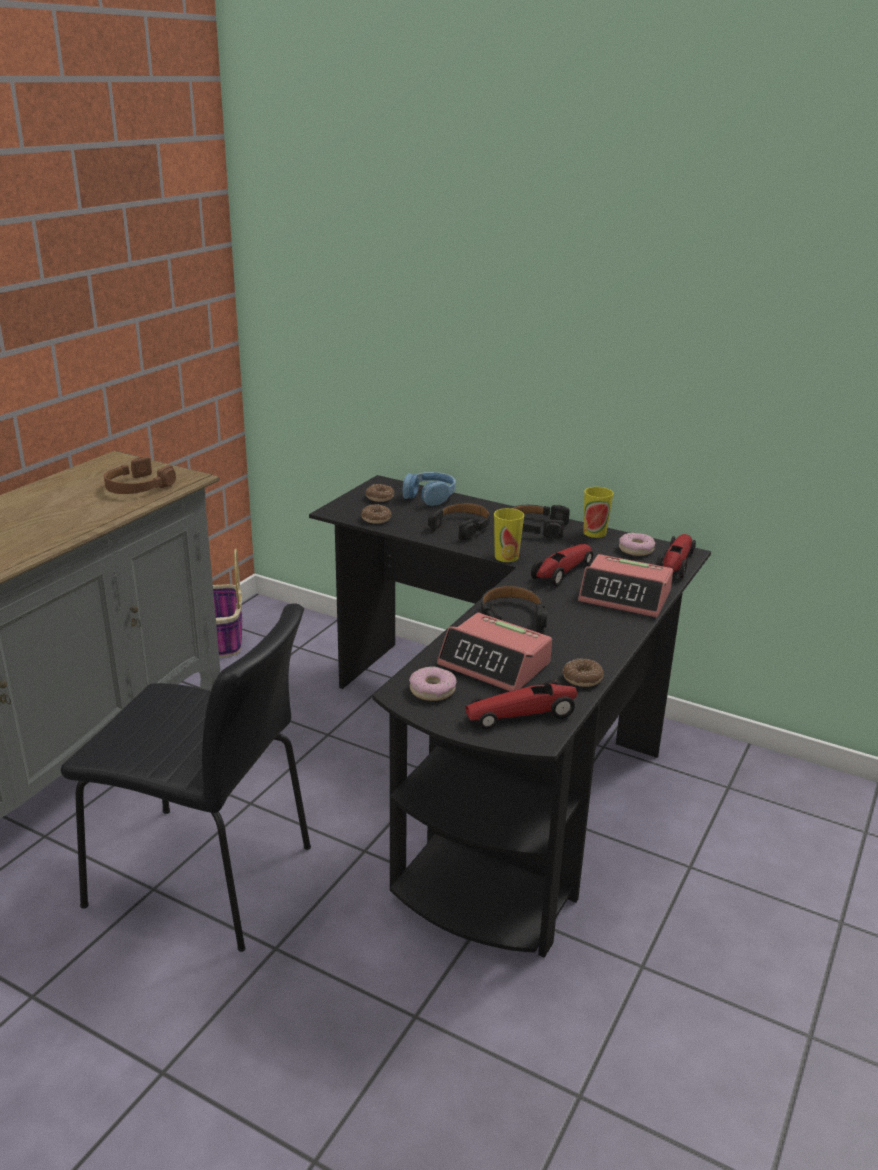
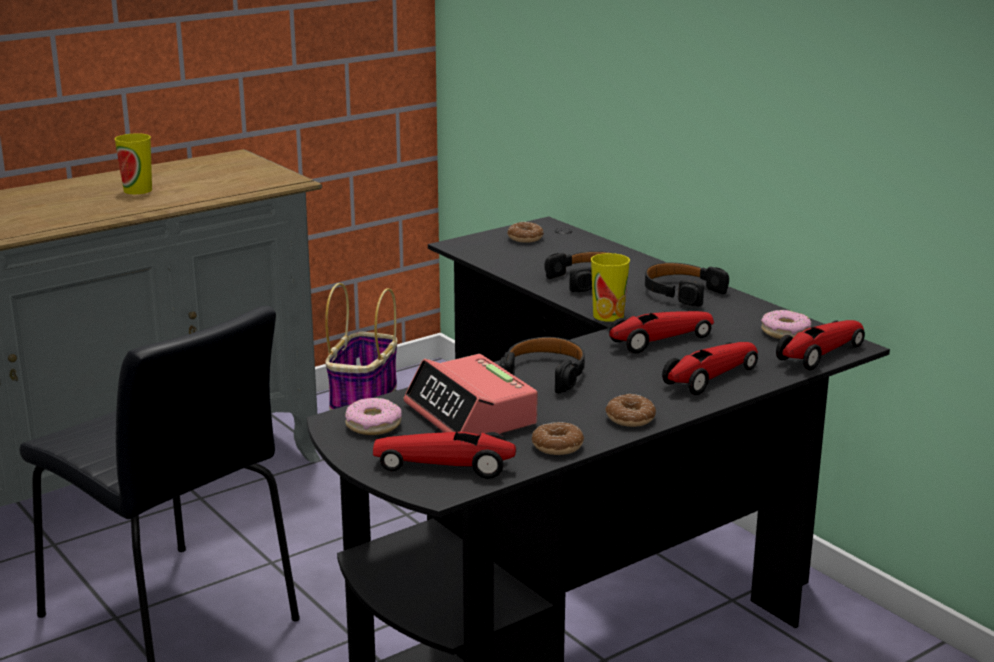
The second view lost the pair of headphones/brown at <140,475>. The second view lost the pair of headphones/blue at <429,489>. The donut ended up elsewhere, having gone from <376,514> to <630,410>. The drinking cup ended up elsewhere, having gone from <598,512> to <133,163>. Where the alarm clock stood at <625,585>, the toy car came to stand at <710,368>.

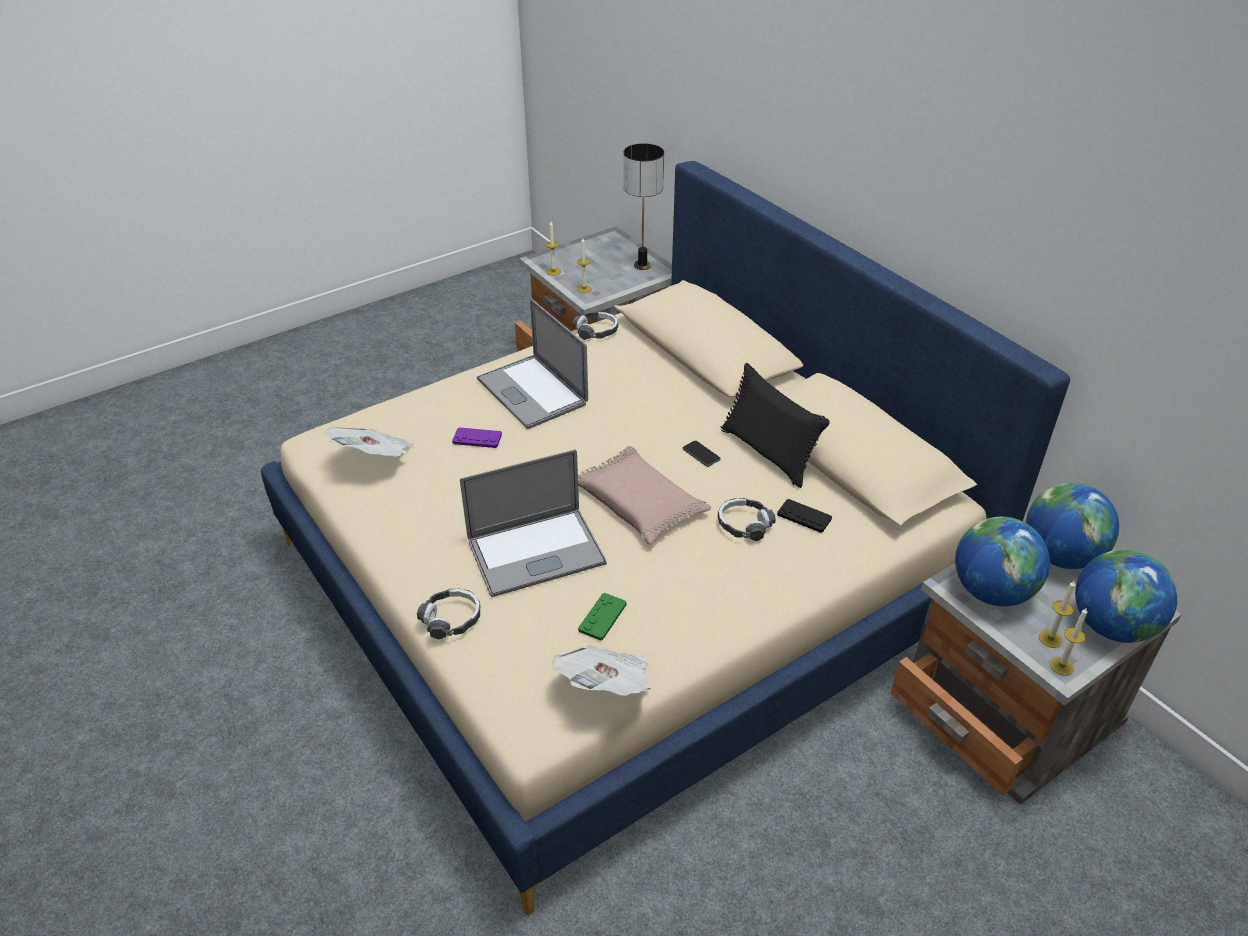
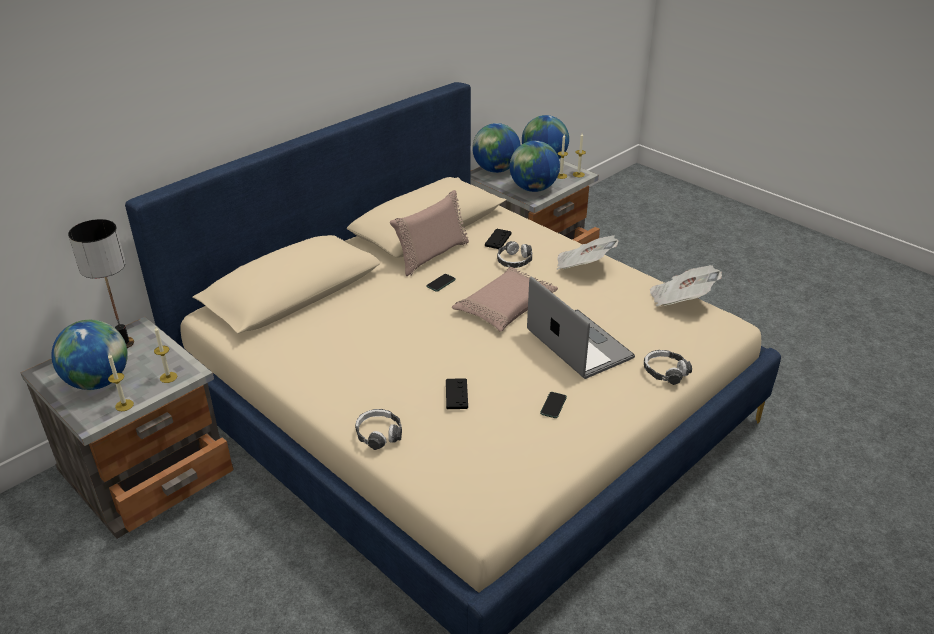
The second view lost the laptop at <532,364>. The second view lost the joypad/green at <602,617>. The second view gained the globe at <89,355>. The second view gained the telephone at <553,405>. The printed paper ended up elsewhere, having gone from <370,442> to <587,252>. The pair of headphones ended up elsewhere, having gone from <596,326> to <378,429>. What was the joypad/purple-coloured at <477,437> turned into the joypad/blackish at <457,393>. What was the cushion/blackish at <775,425> turned into the cushion/beige at <429,233>.

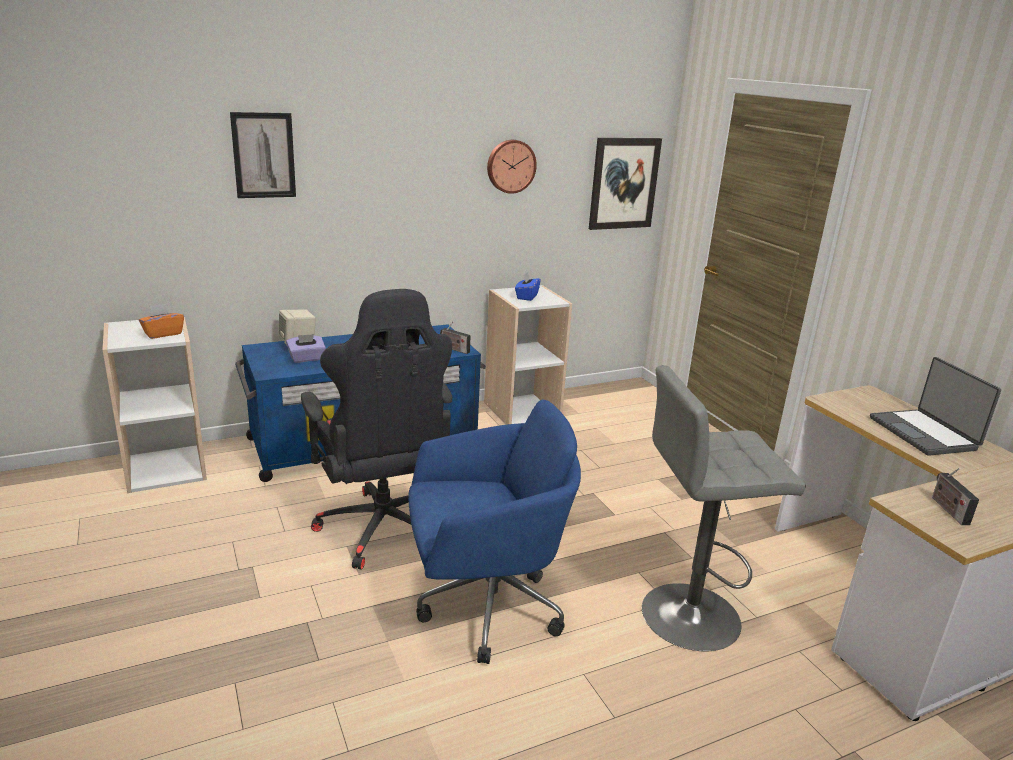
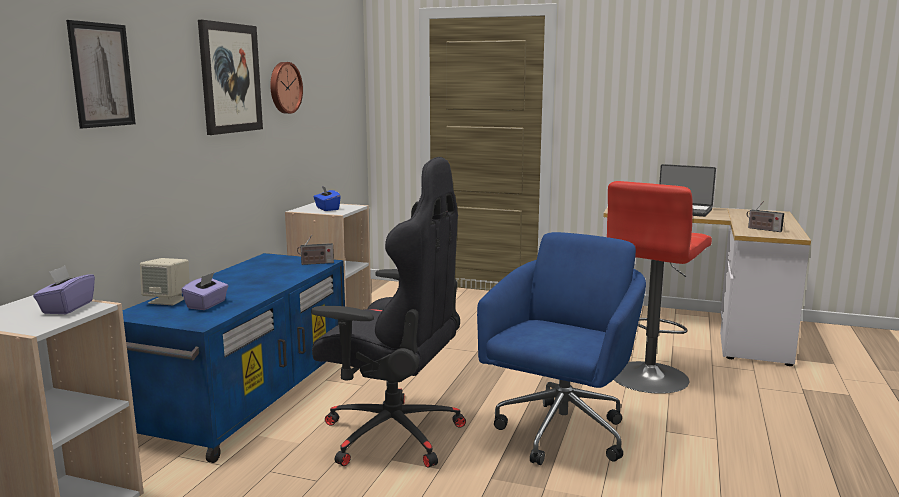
The wall art ended up elsewhere, having gone from <625,184> to <230,77>. What was the tissue holder/orangey at <161,321> turned into the tissue holder/purple-coloured at <64,290>. What was the stool seat/greyish at <724,508> turned into the stool seat/red-coloured at <659,287>.

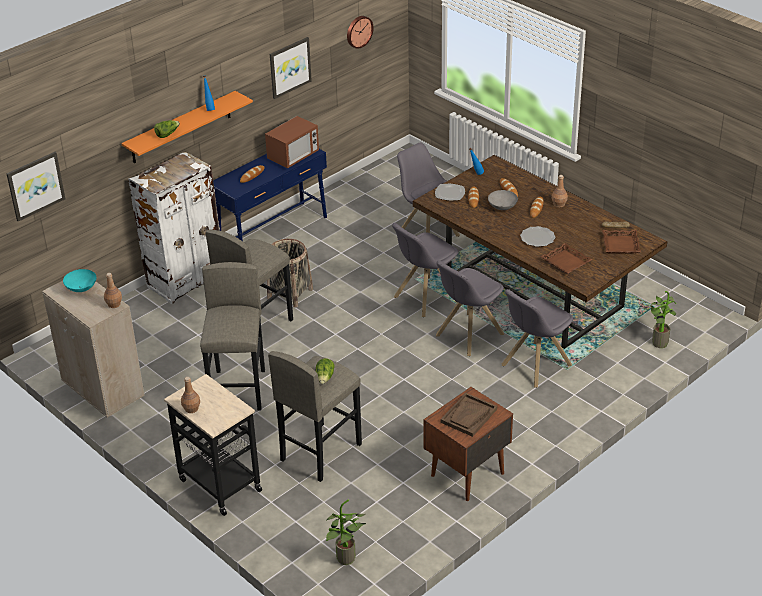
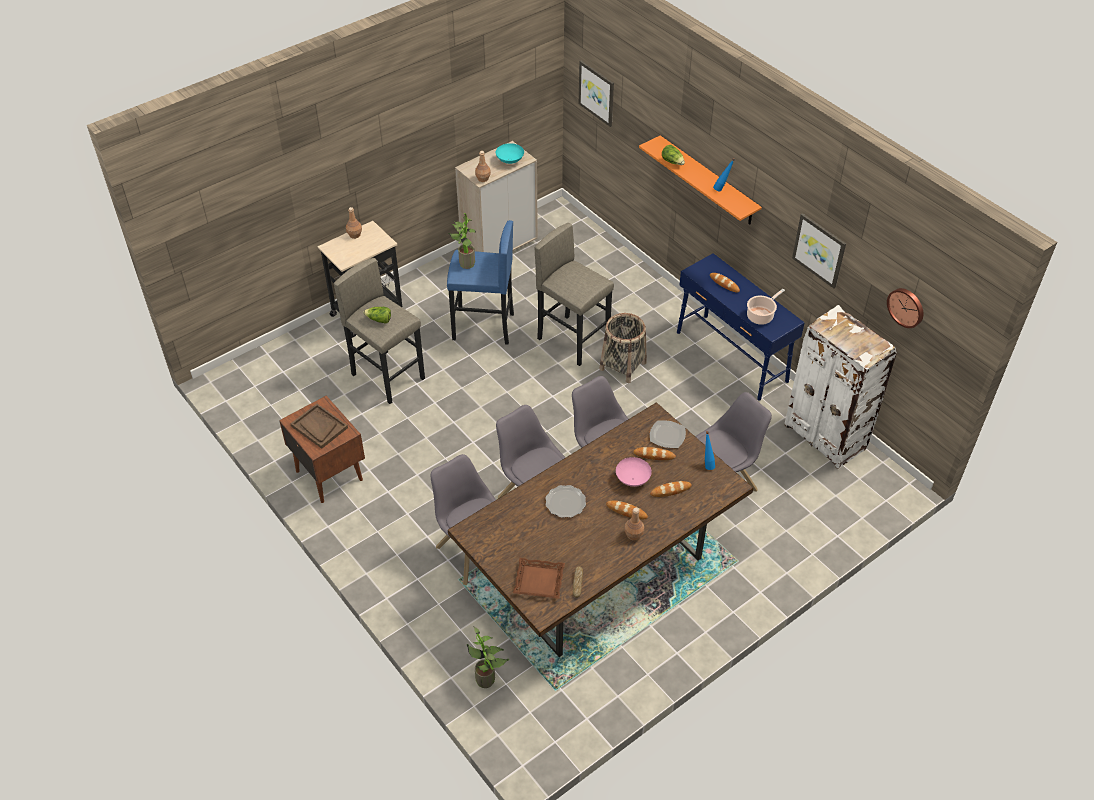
The second view lost the carrying tray/brown at <566,258>. The storage cabinet/white ended up elsewhere, having gone from <174,228> to <841,387>. The houseplant ended up elsewhere, having gone from <346,532> to <462,241>. Where the microwave oven stood at <292,142>, the saucepot came to stand at <766,307>. What was the stool seat/greyish at <232,336> turned into the stool seat/blue at <480,282>. What was the serving bowl/greyish at <503,200> turned into the serving bowl/pinkish at <634,472>.

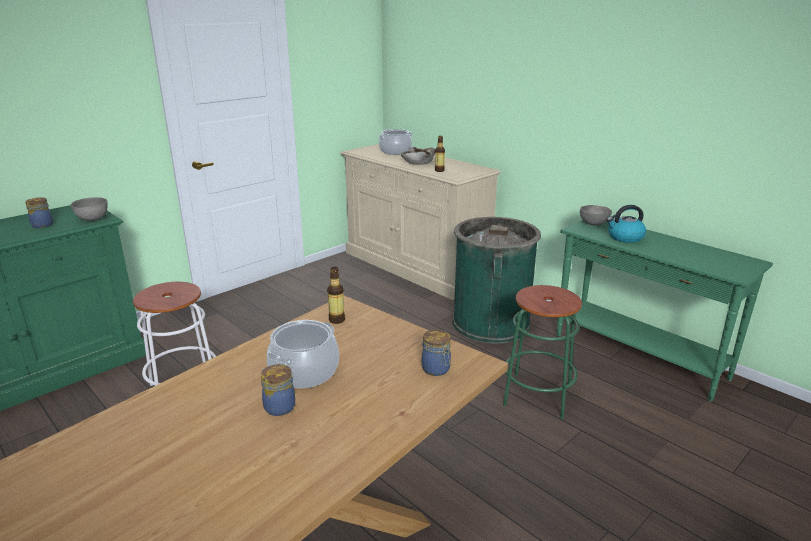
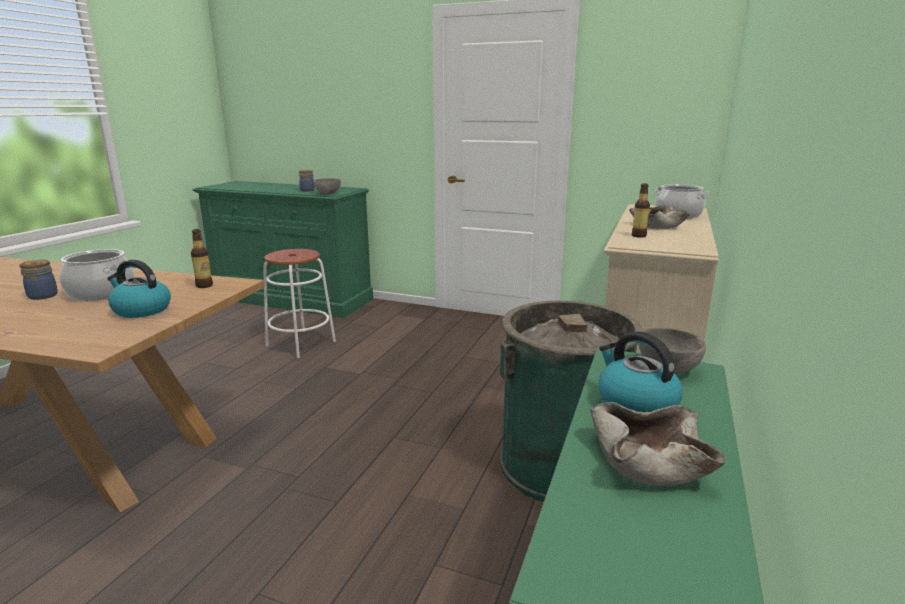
The second view lost the storage jar at <436,353>. The second view lost the stool seat/green at <542,352>. The second view gained the water kettle at <139,289>. The second view gained the serving bowl/beige at <658,444>.

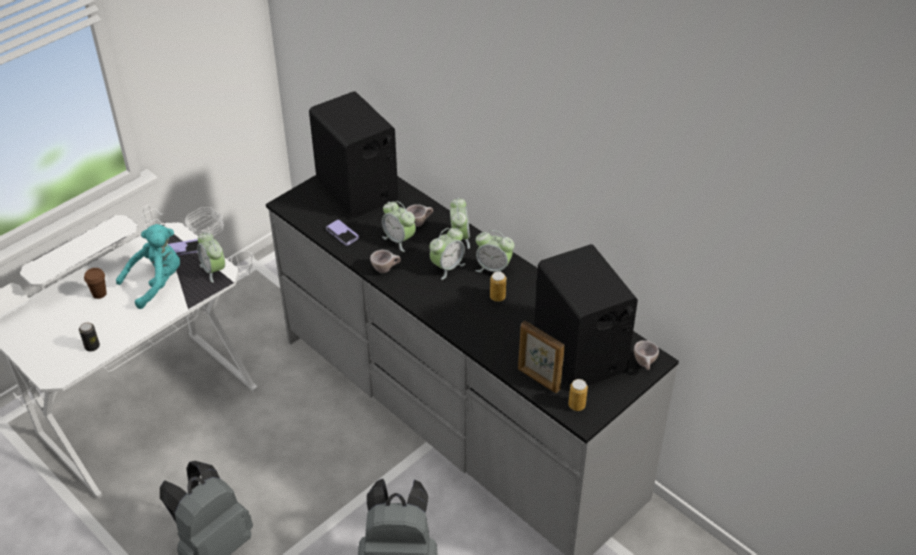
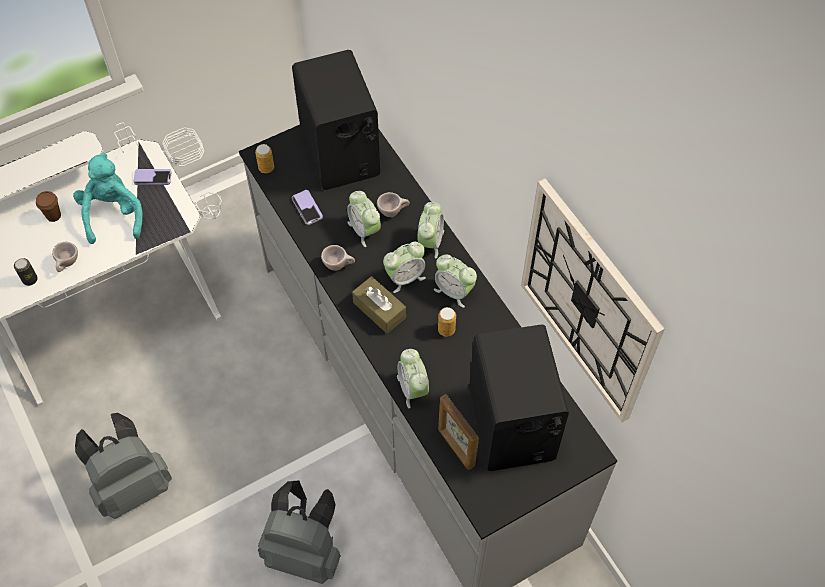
The second view gained the tissue holder/brown at <379,305>. The second view gained the clock on the wall at <593,300>. The alarm clock ended up elsewhere, having gone from <211,257> to <413,378>. The can ended up elsewhere, having gone from <578,395> to <264,158>. The drinking cup/beige ended up elsewhere, having gone from <646,355> to <65,257>. The soft toy/blue-green at <148,266> ended up facing another way, 75 degrees counterclockwise from before.

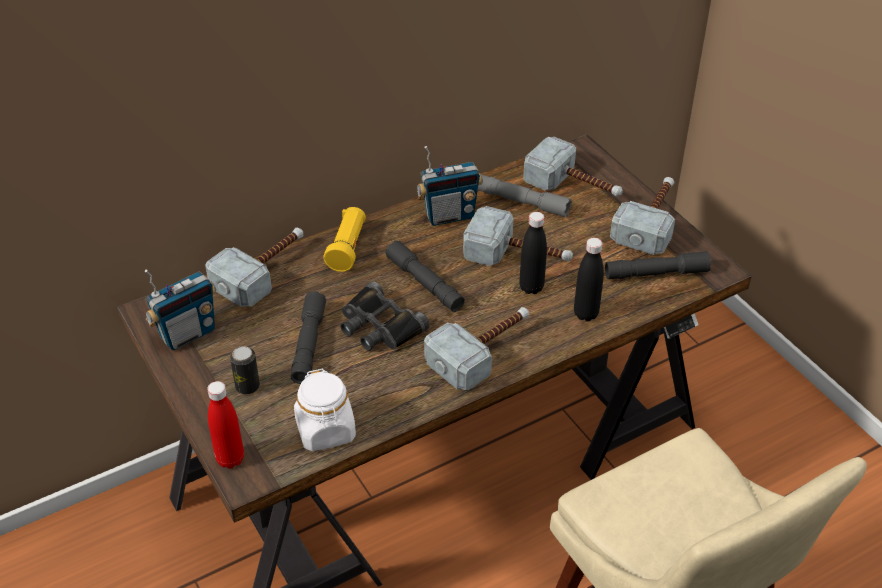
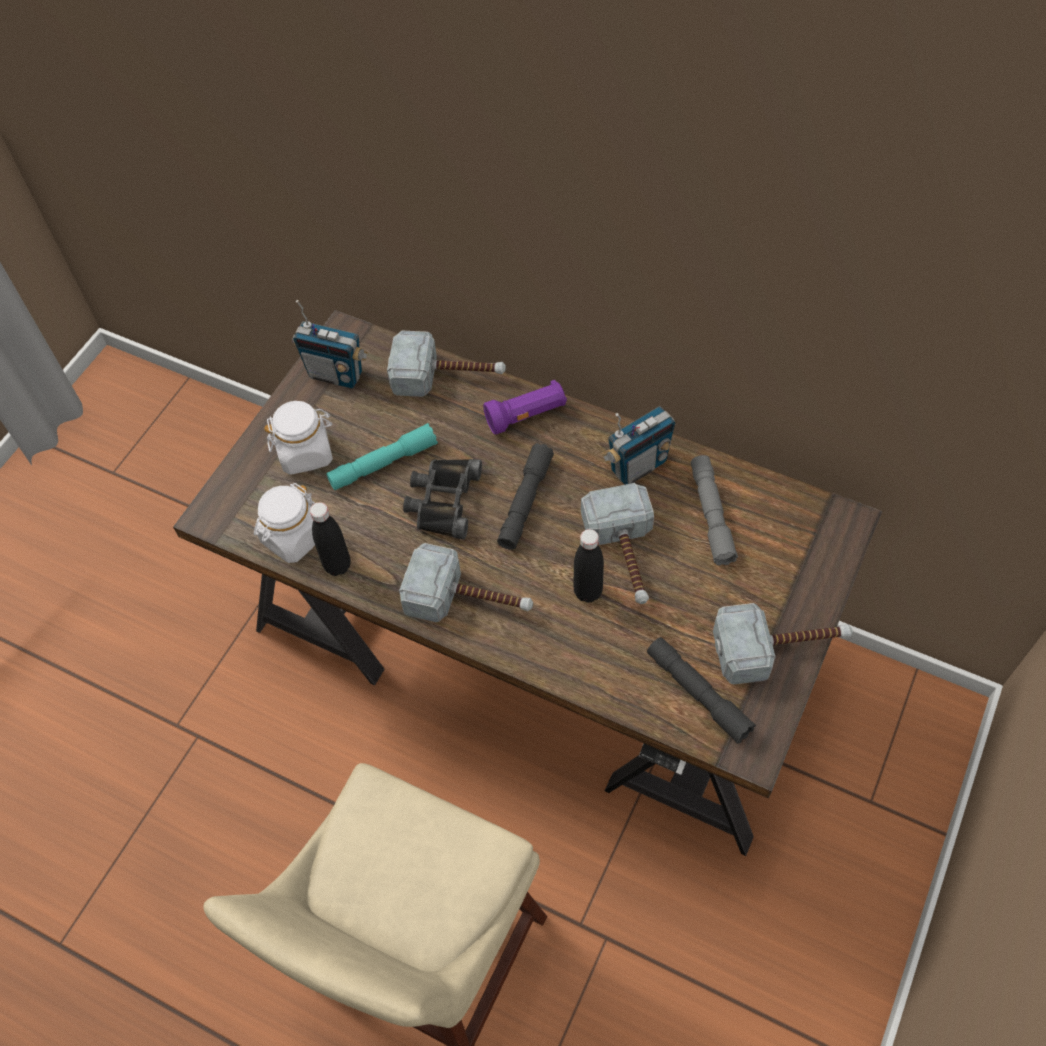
The second view lost the bottle/red-coloured at <225,425>. The second view lost the hammer at <573,167>. The bottle/blackish ended up elsewhere, having gone from <589,279> to <330,539>. Where the can stood at <245,370>, the storage jar/white came to stand at <298,438>. What was the hand torch/greyish at <308,337> turned into the hand torch/blue-green at <382,456>. What was the hand torch/yellowish at <345,239> turned into the hand torch/purple-coloured at <525,407>. The radio receiver at <450,186> ended up facing another way, 75 degrees counterclockwise from before.

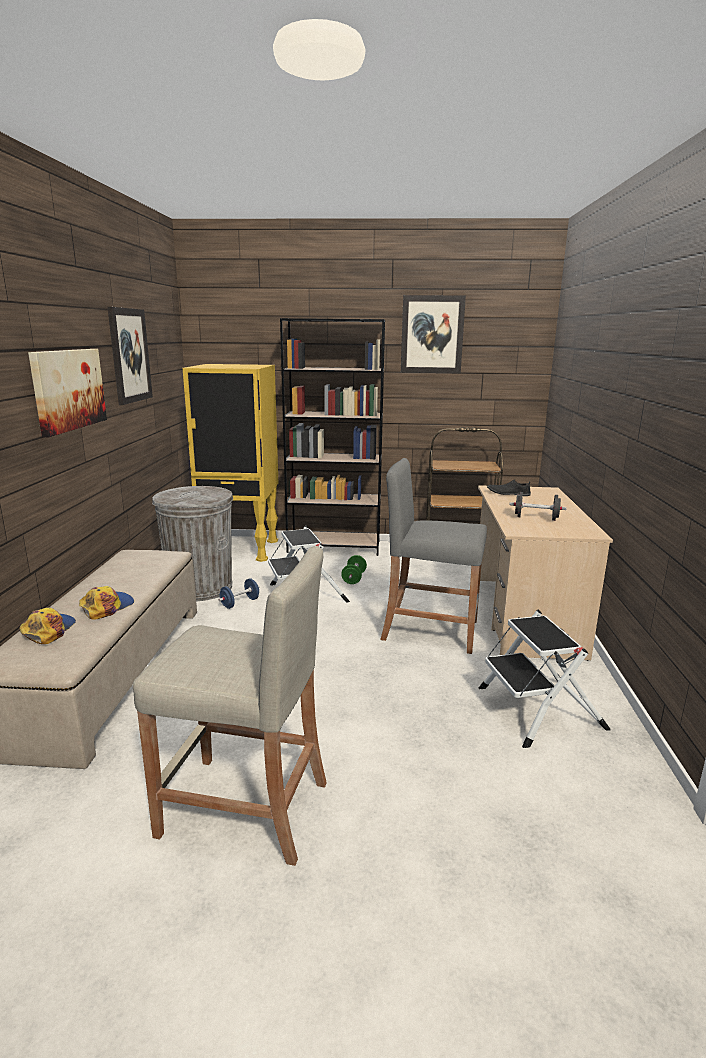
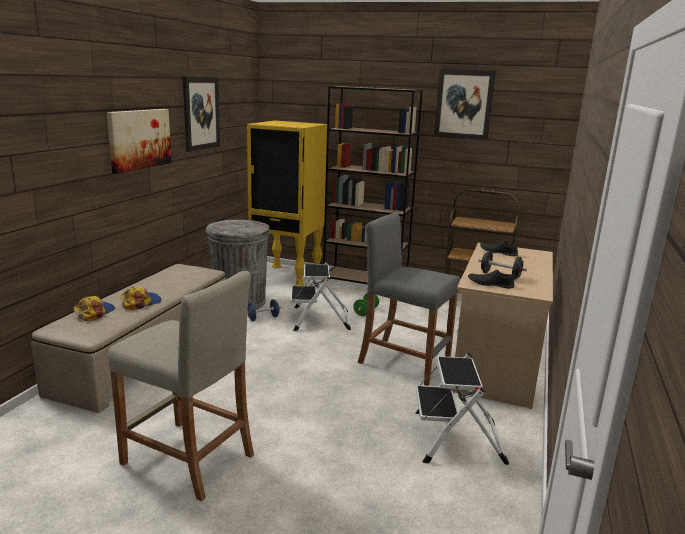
The second view gained the shoe/blackish at <491,279>.

